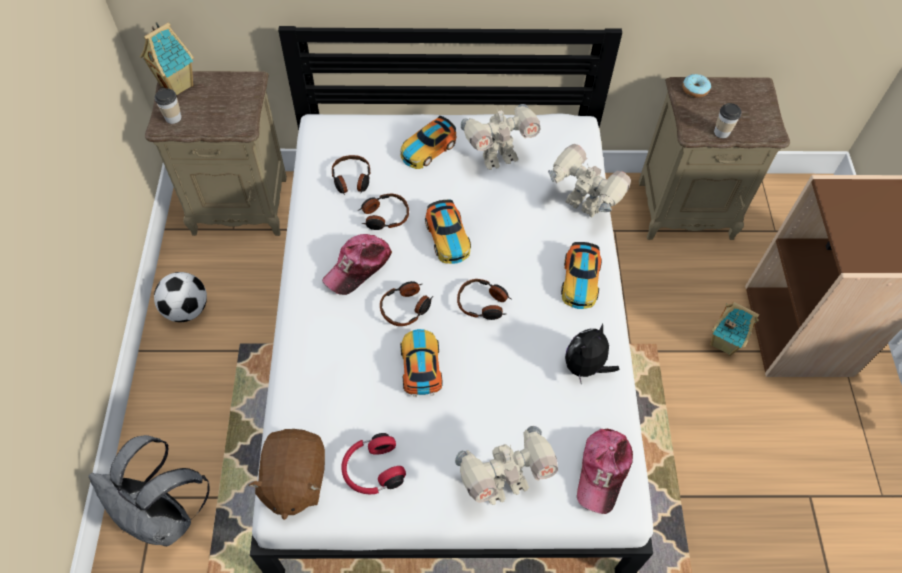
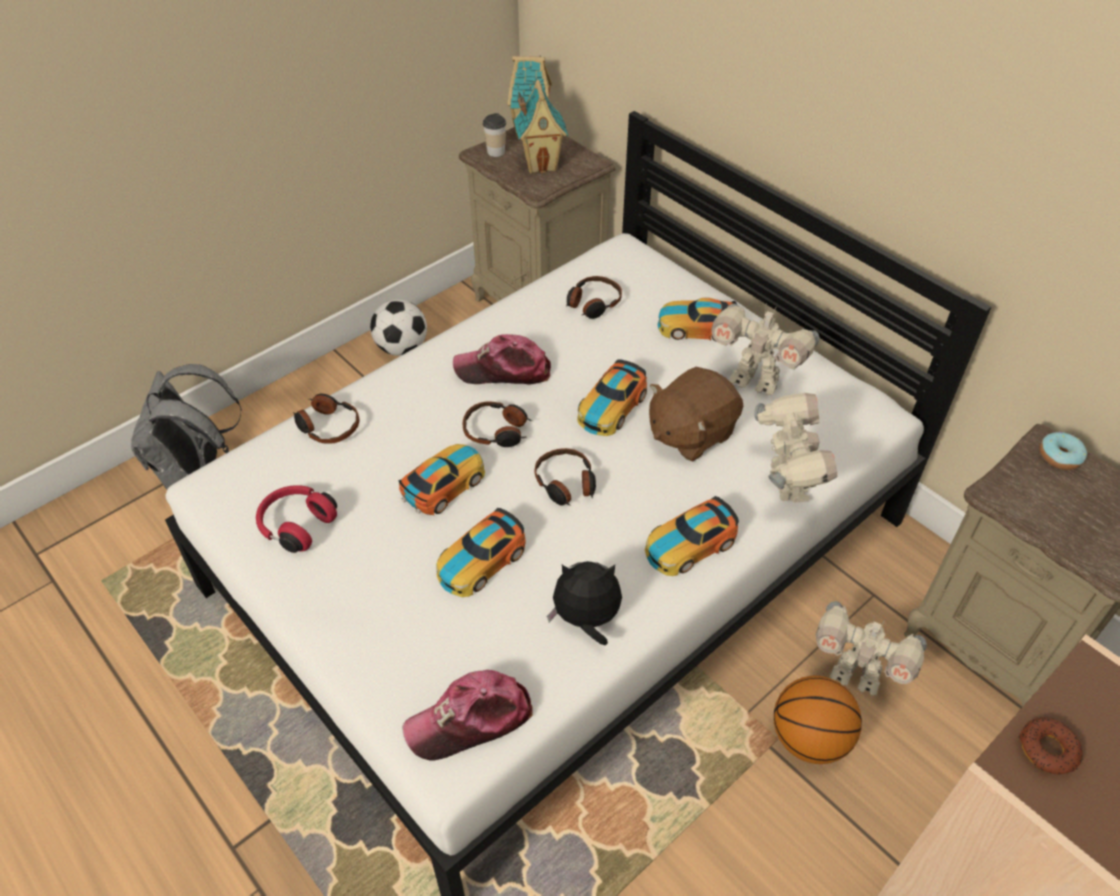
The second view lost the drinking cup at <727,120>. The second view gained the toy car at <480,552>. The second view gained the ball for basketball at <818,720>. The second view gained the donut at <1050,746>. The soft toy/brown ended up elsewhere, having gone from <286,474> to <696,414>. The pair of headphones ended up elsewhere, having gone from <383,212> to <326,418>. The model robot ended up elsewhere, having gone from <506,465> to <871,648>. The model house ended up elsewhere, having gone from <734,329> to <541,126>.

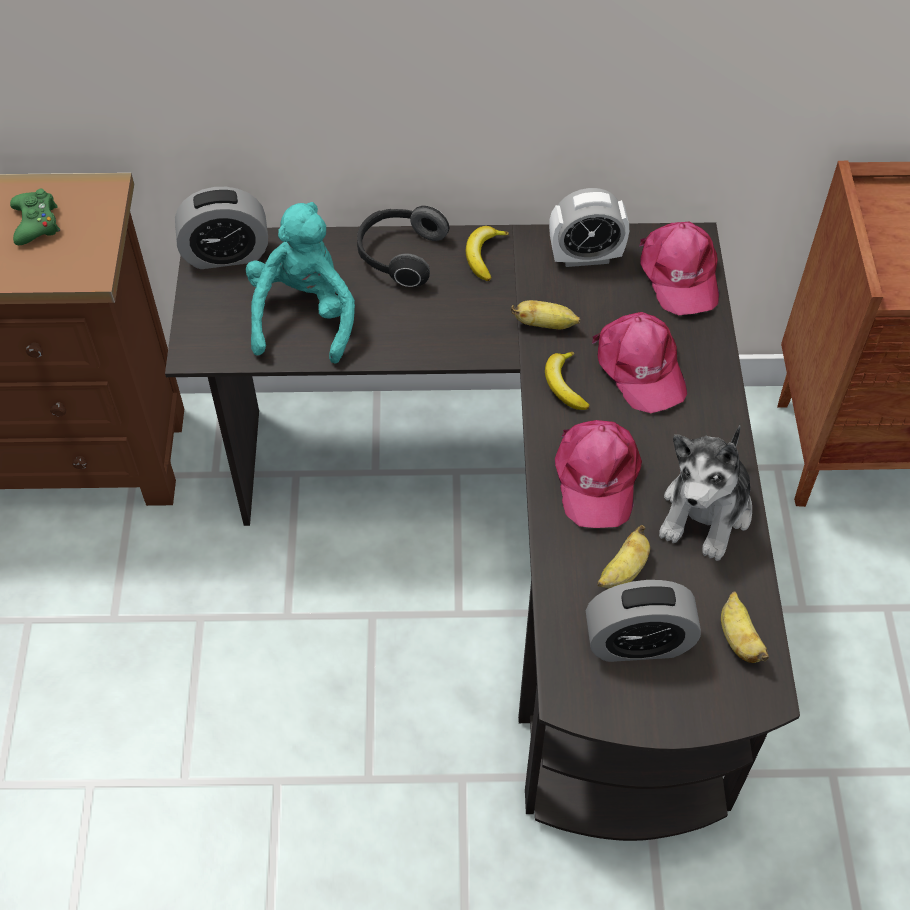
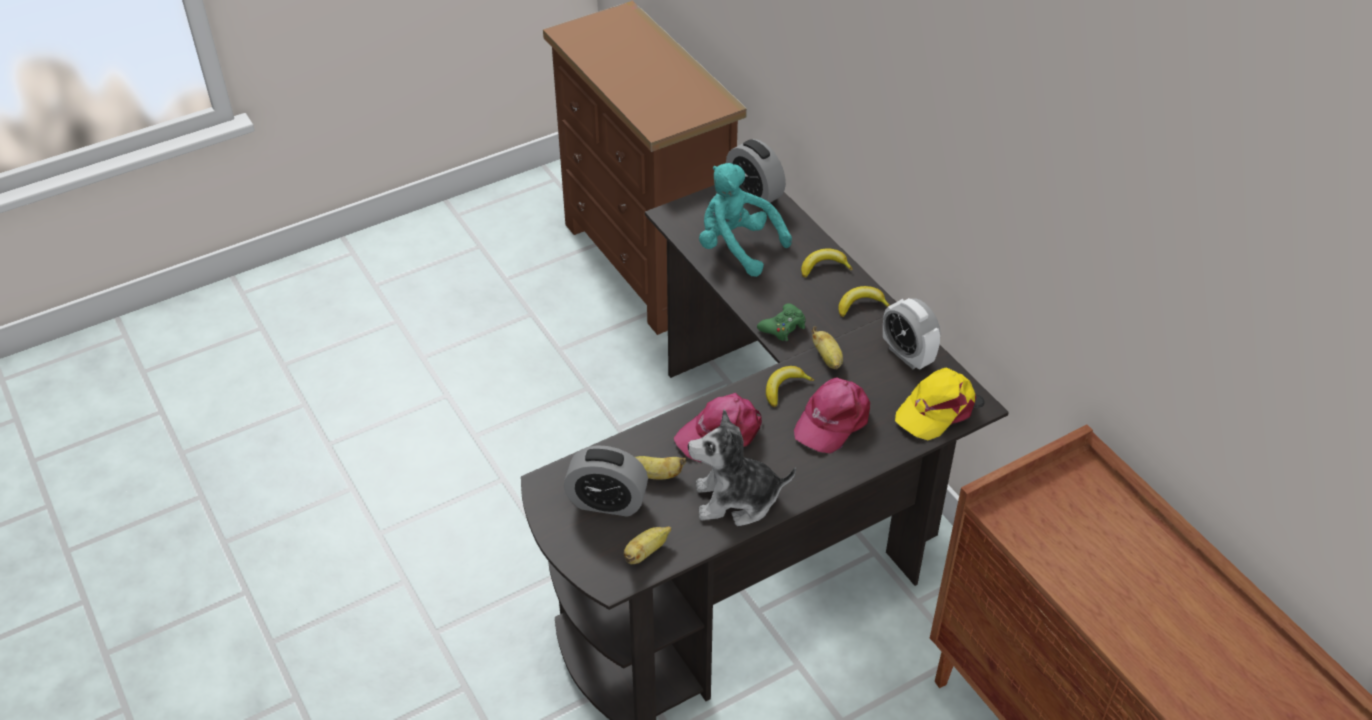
The joypad/green ended up elsewhere, having gone from <35,217> to <781,322>. Where the pair of headphones stood at <403,246>, the banana came to stand at <827,263>. What was the peaked cap/pinkish at <679,268> turned into the peaked cap/yellowish at <935,403>. The soft toy/blue-green at <300,283> ended up facing another way, 120 degrees counterclockwise from before. The alarm clock at <643,621> ended up facing another way, 45 degrees counterclockwise from before.

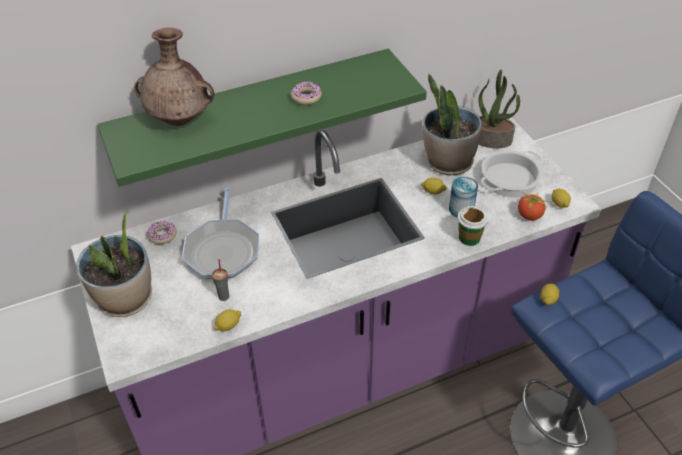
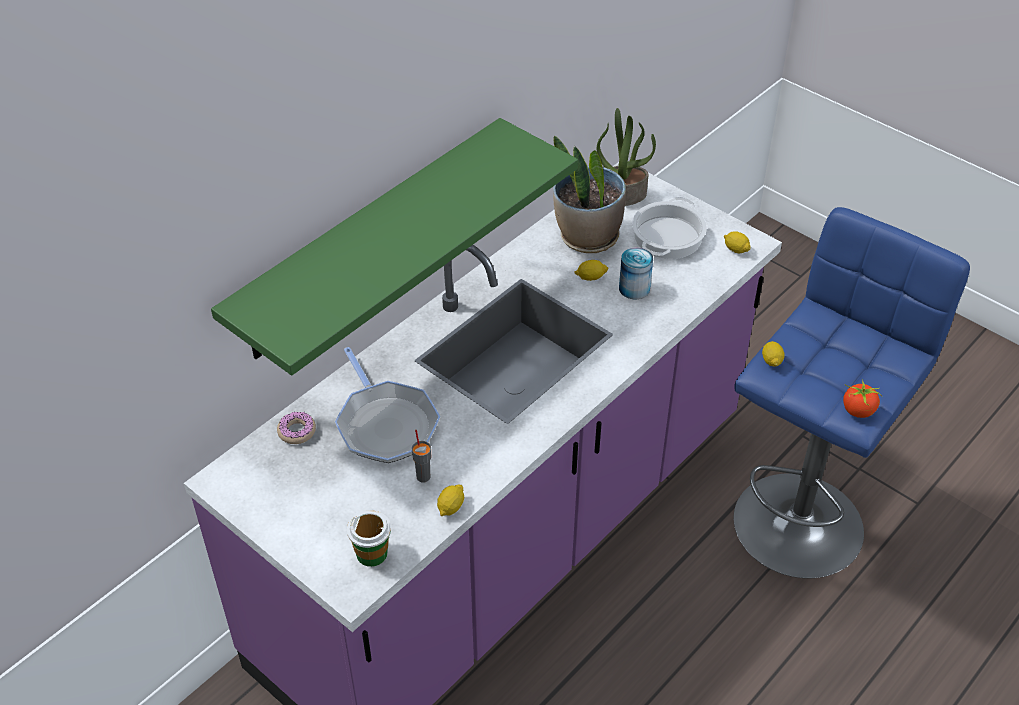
The second view lost the houseplant at <114,264>. The second view lost the decorative vase/brown at <174,77>. The second view lost the donut at <306,93>. The drinking cup ended up elsewhere, having gone from <473,226> to <369,538>. The tomato ended up elsewhere, having gone from <532,206> to <862,398>.

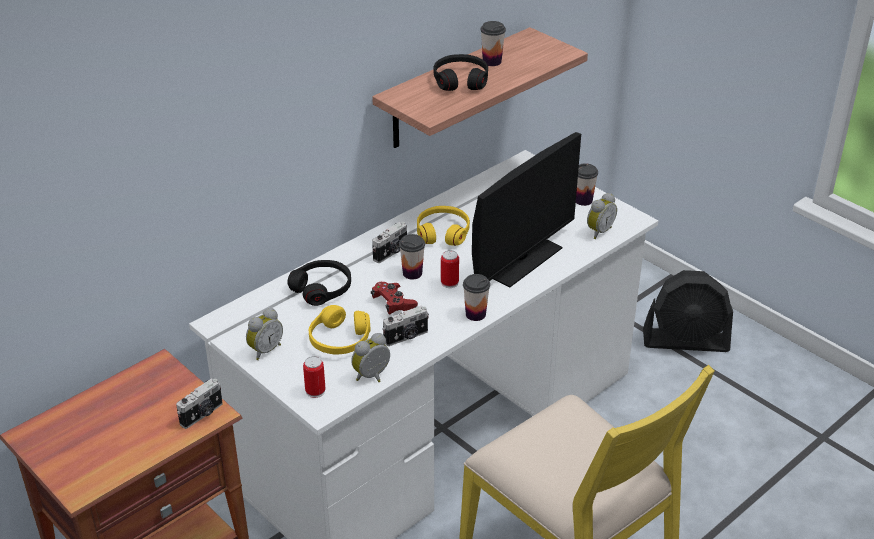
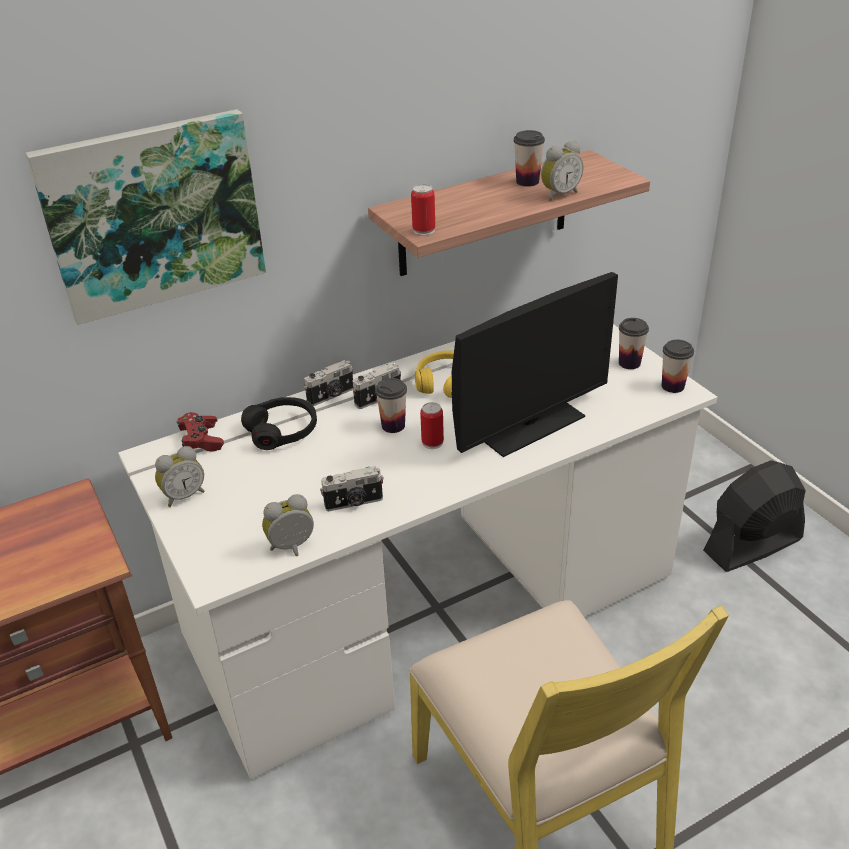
The second view lost the pair of headphones/yellowish at <340,329>. The second view lost the pair of headphones/blackish at <461,72>. The second view gained the wall art at <145,217>. The still camera ended up elsewhere, having gone from <199,403> to <328,383>. The can ended up elsewhere, having gone from <314,377> to <423,210>. The joypad/red-coloured ended up elsewhere, having gone from <394,298> to <200,432>. The drinking cup ended up elsewhere, having gone from <476,297> to <678,366>. The alarm clock ended up elsewhere, having gone from <602,216> to <562,171>. The electric fan/blackish at <688,311> ended up facing another way, 135 degrees clockwise from before.

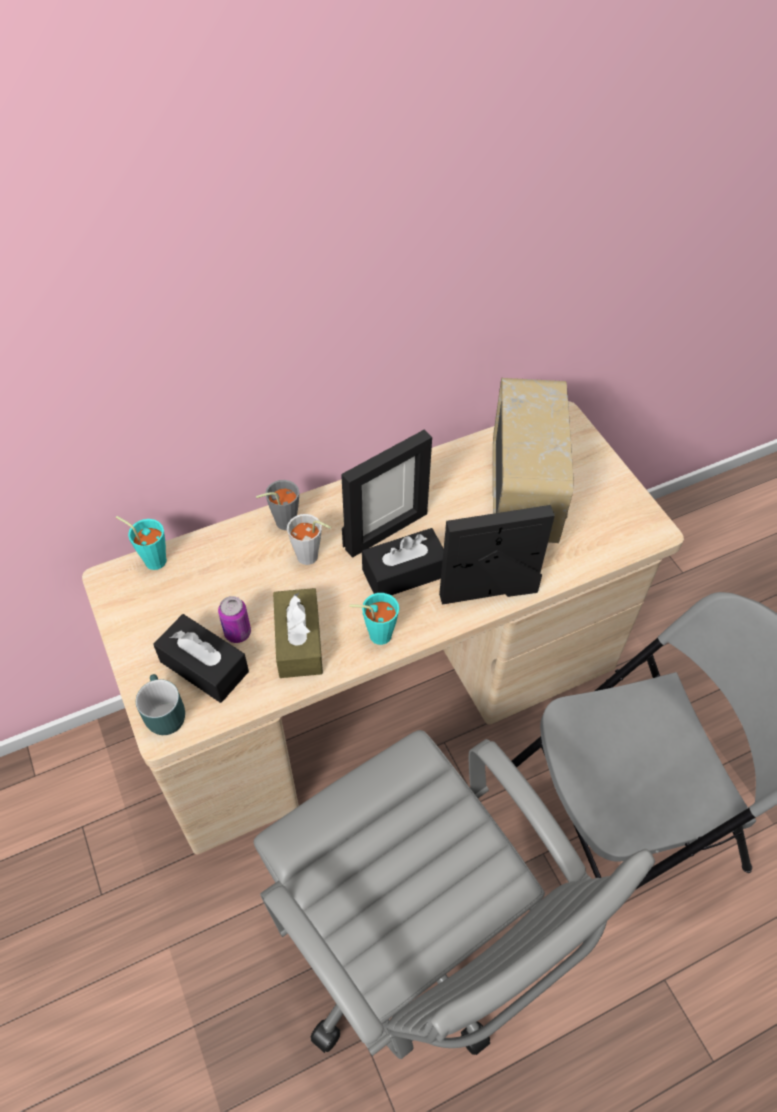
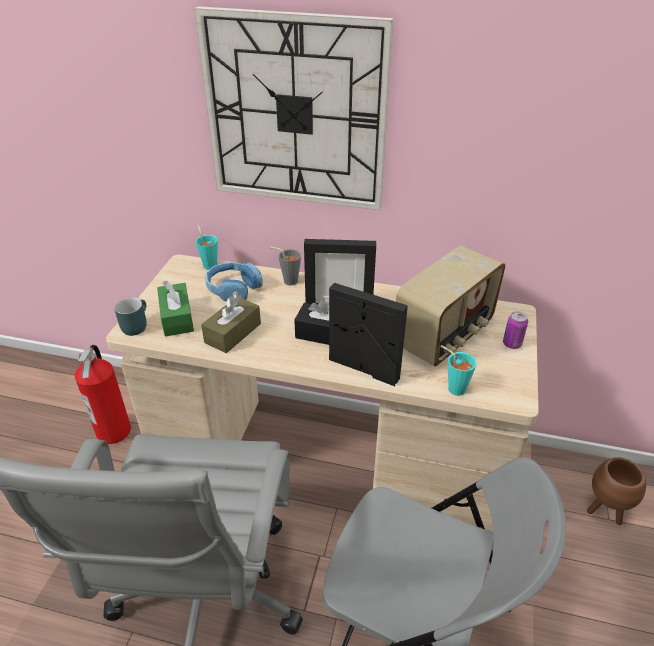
The second view lost the drinking cup/greyish at <309,539>. The second view gained the extinguisher at <103,394>. The second view gained the clock on the wall at <293,108>. The second view gained the pair of headphones/blue at <234,282>. The second view gained the plant pot/brown at <616,491>. The can ended up elsewhere, having gone from <234,619> to <515,330>. The drinking cup/blue-green ended up elsewhere, having gone from <374,619> to <458,370>. What was the tissue holder/blackish at <201,658> turned into the tissue holder/green at <175,309>.

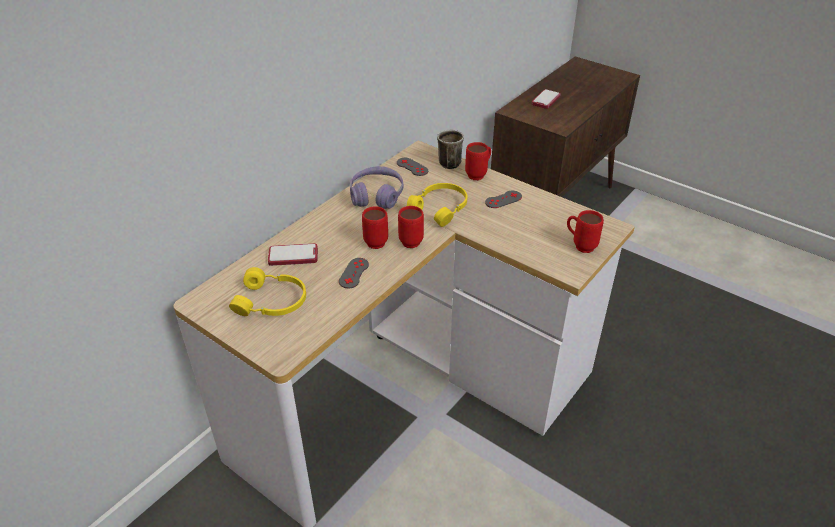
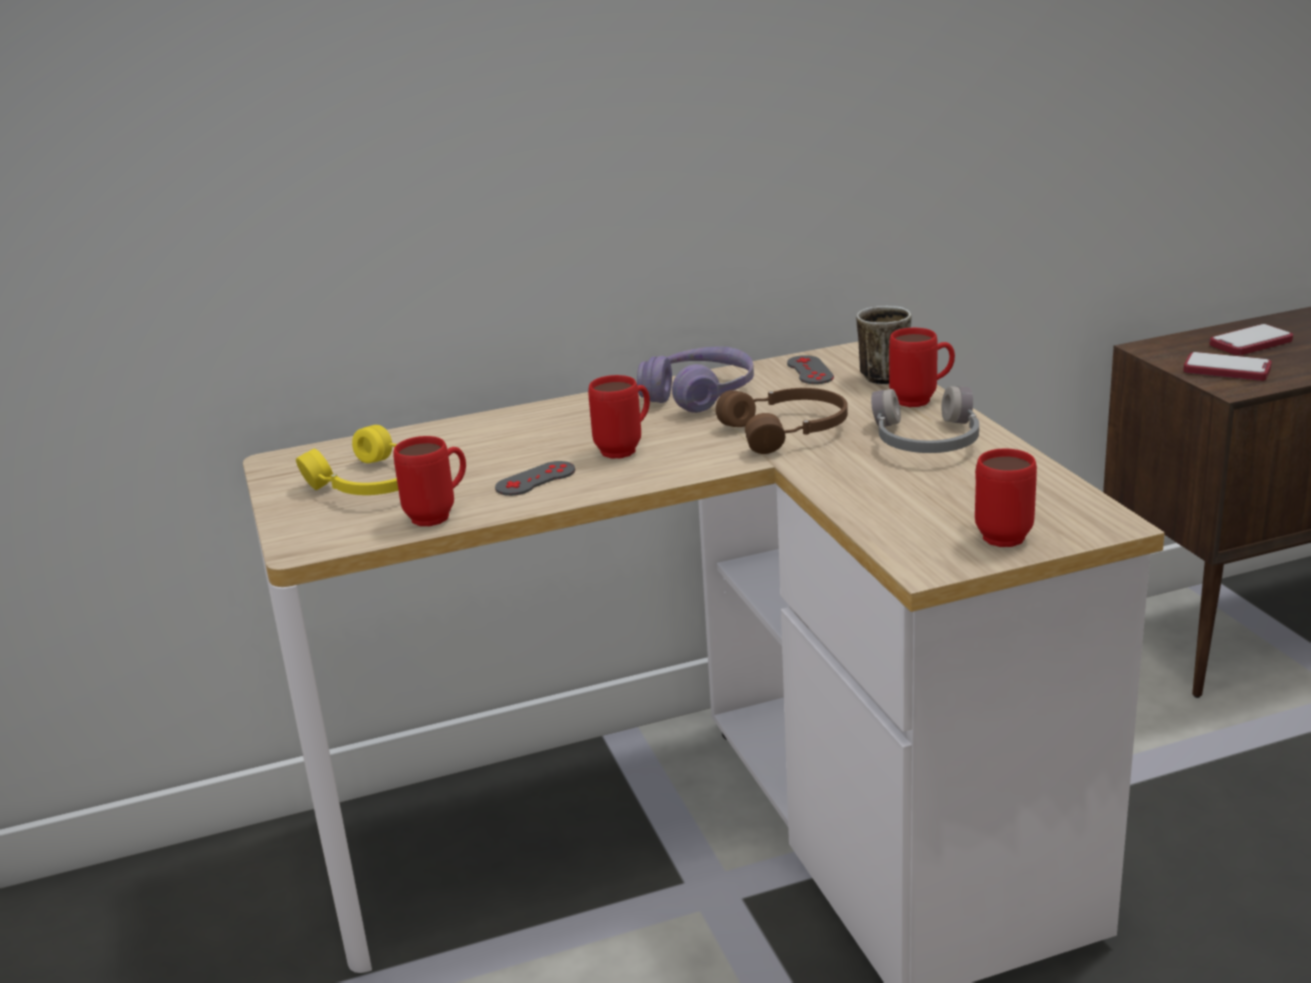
The telephone ended up elsewhere, having gone from <293,254> to <1227,366>. The coffee mug/red-coloured ended up elsewhere, having gone from <411,227> to <429,481>. Where the joypad/greyish stood at <503,199>, the pair of headphones/greyish came to stand at <925,419>. What was the pair of headphones/yellowish at <437,205> turned into the pair of headphones/brown at <782,421>.

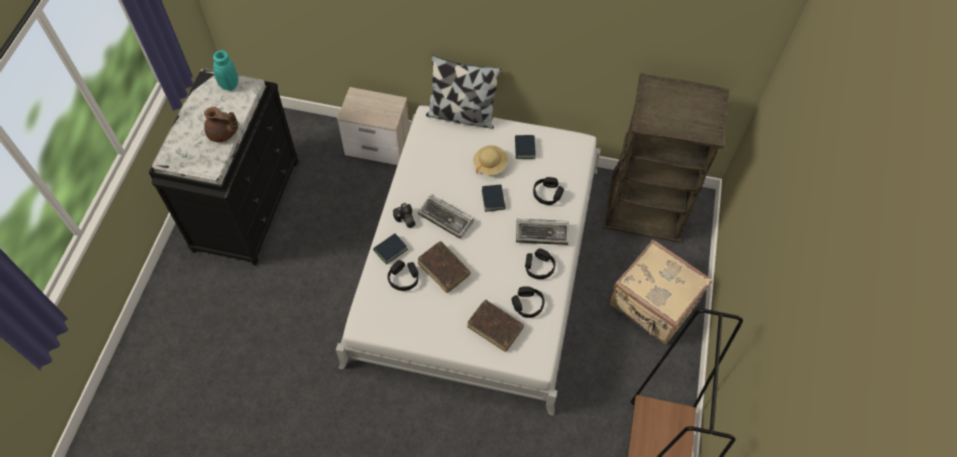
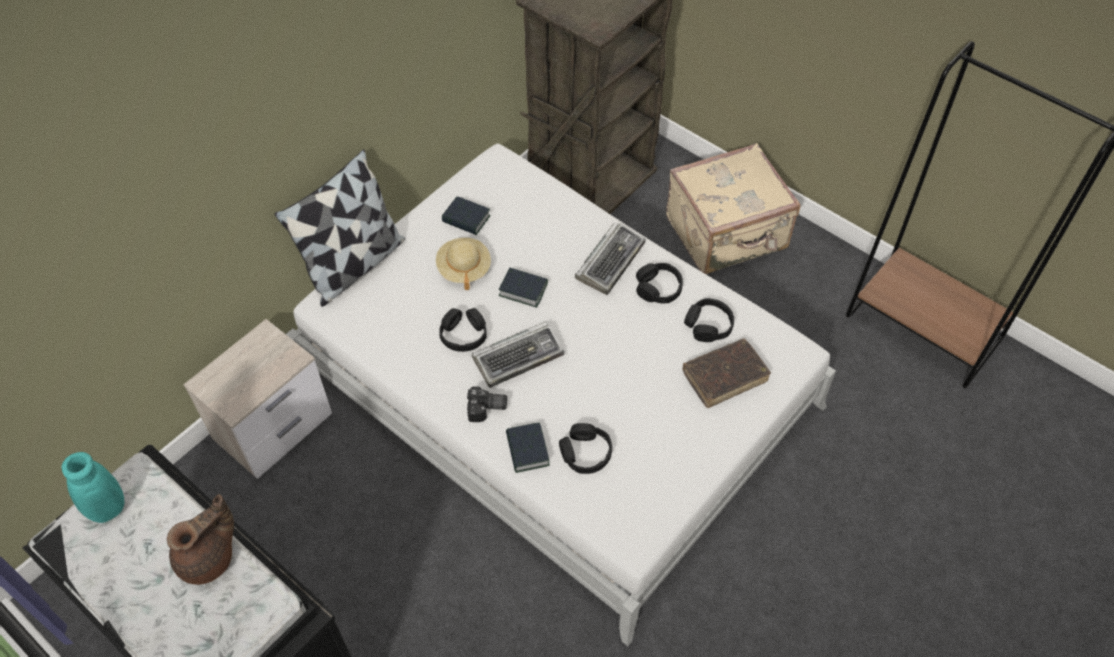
The second view lost the volume/brown at <444,267>. The pair of headphones/blackish ended up elsewhere, having gone from <548,191> to <463,330>.

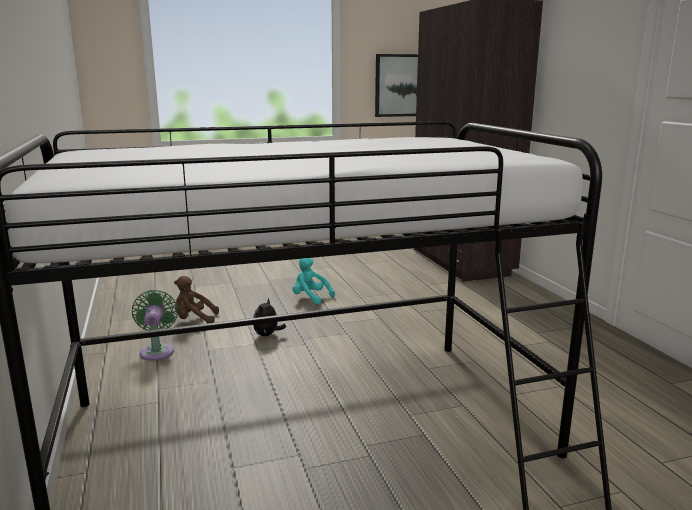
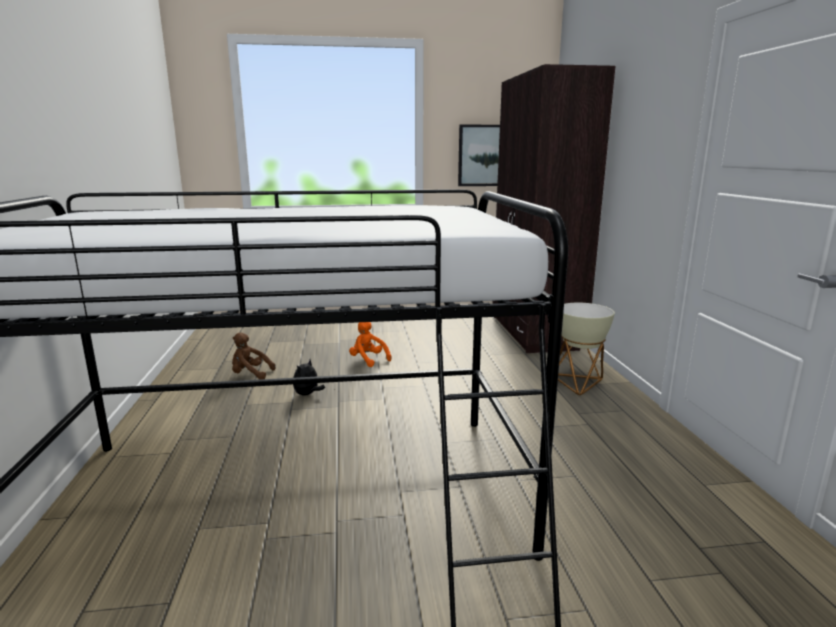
The second view lost the electric fan/green at <155,325>. The second view gained the plant pot at <586,349>. What was the soft toy/blue-green at <314,281> turned into the soft toy/orangey at <370,344>.

